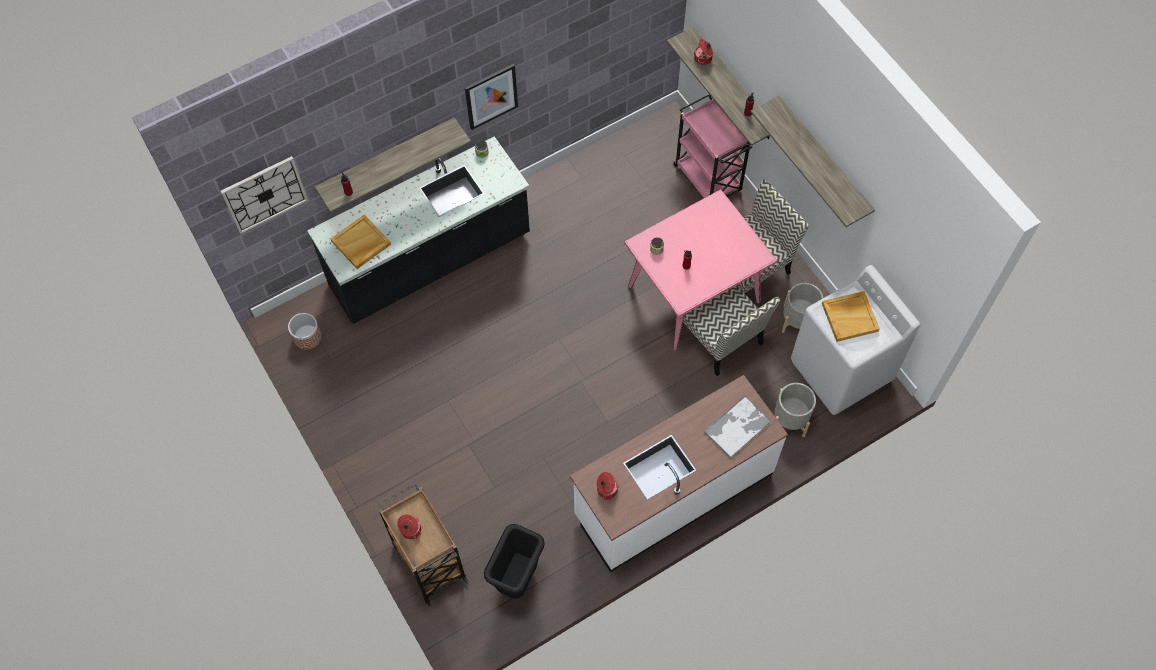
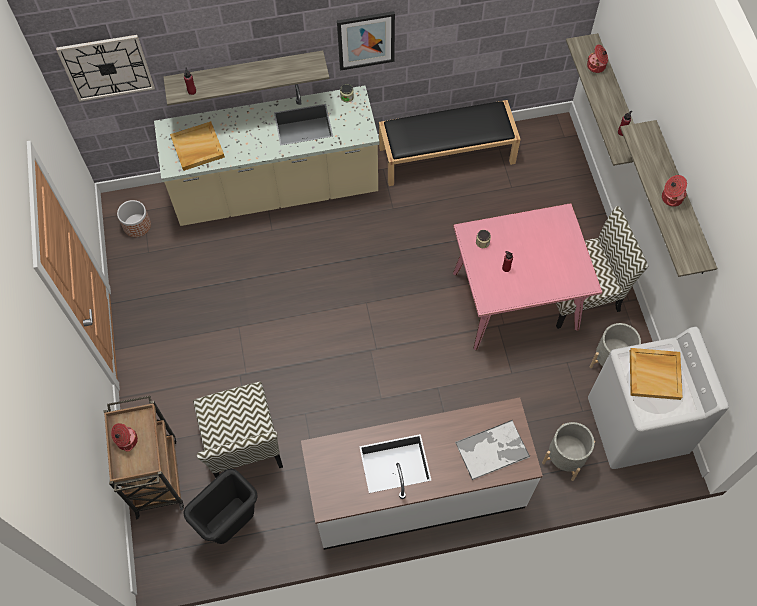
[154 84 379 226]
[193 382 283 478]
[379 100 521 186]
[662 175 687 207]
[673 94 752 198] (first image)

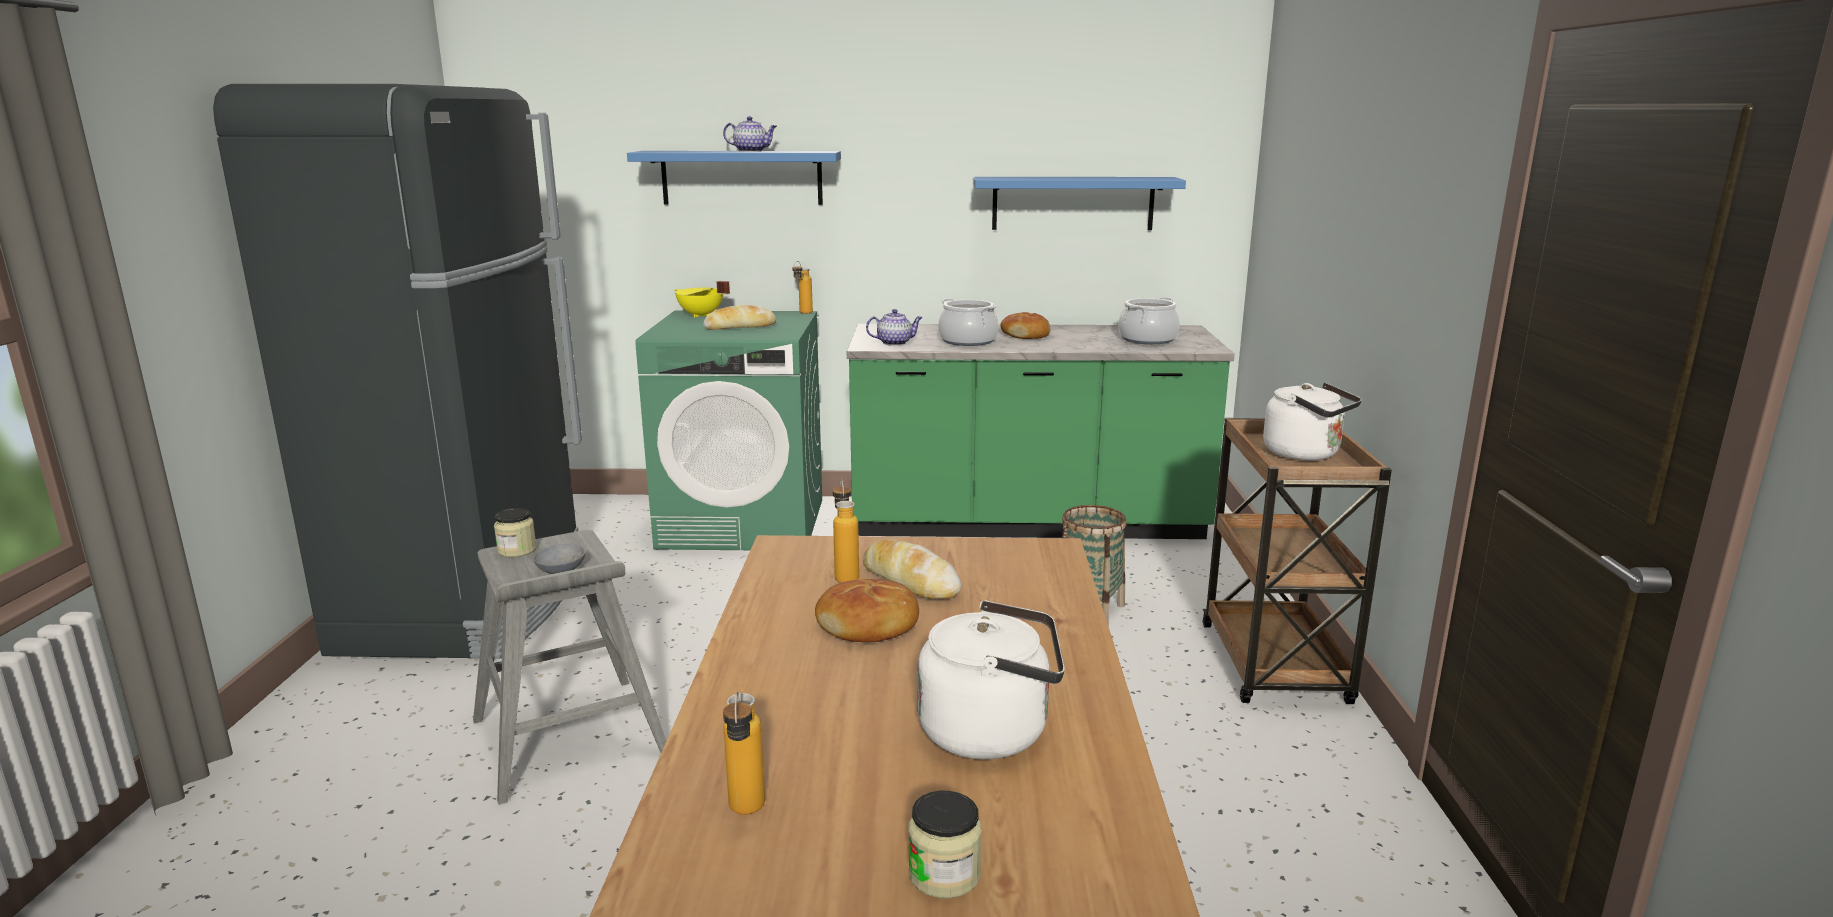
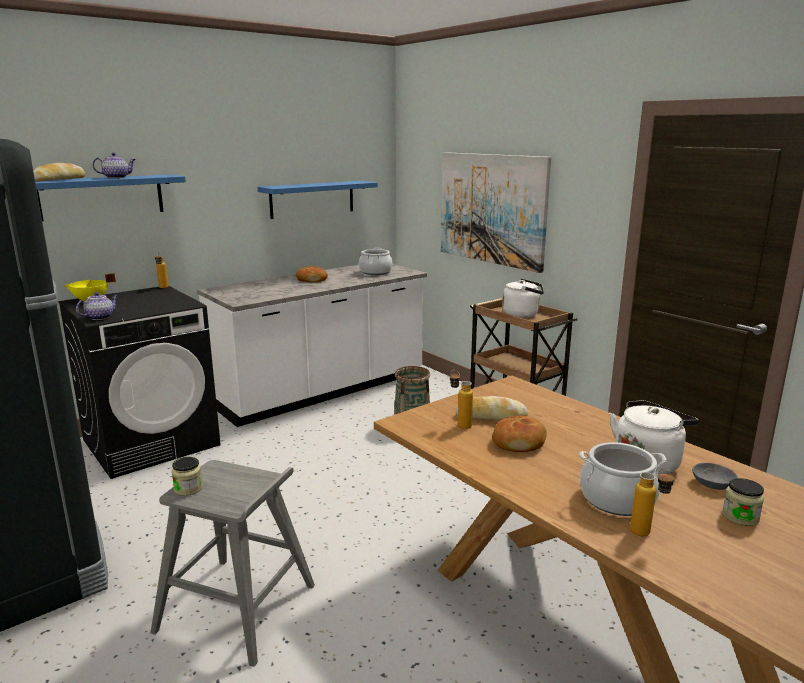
[33 163 85 182]
[58 286 220 479]
[76 292 118 320]
[197 264 427 427]
[441 152 551 273]
[579 442 667 516]
[692 463 738 490]

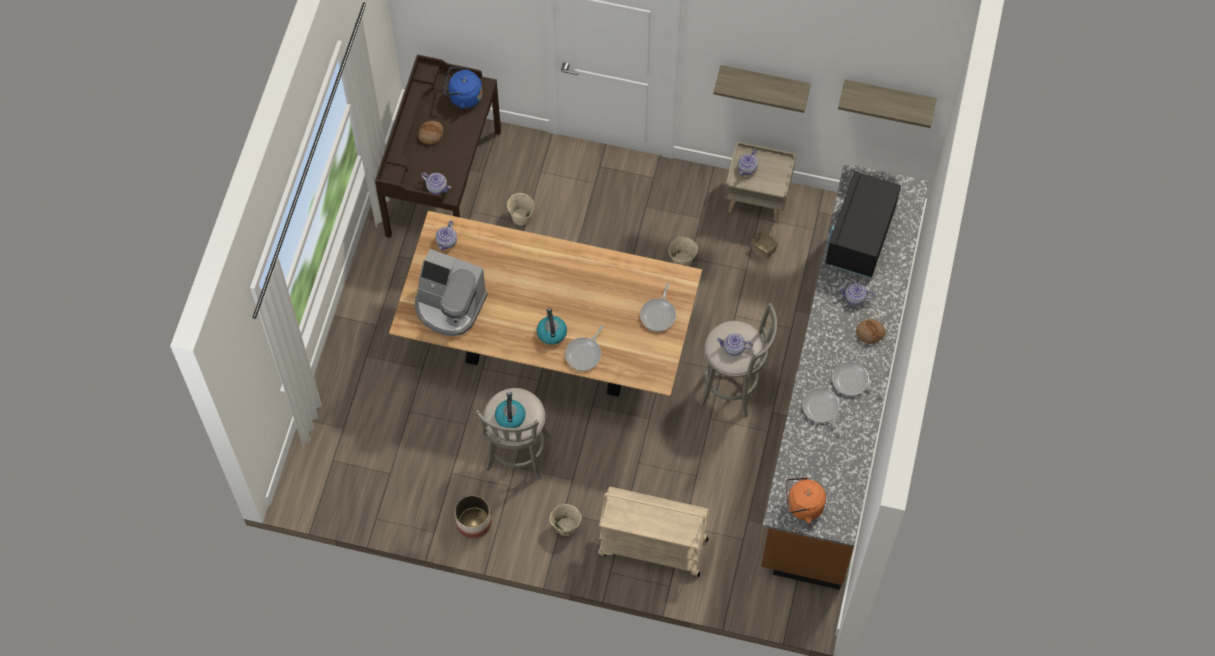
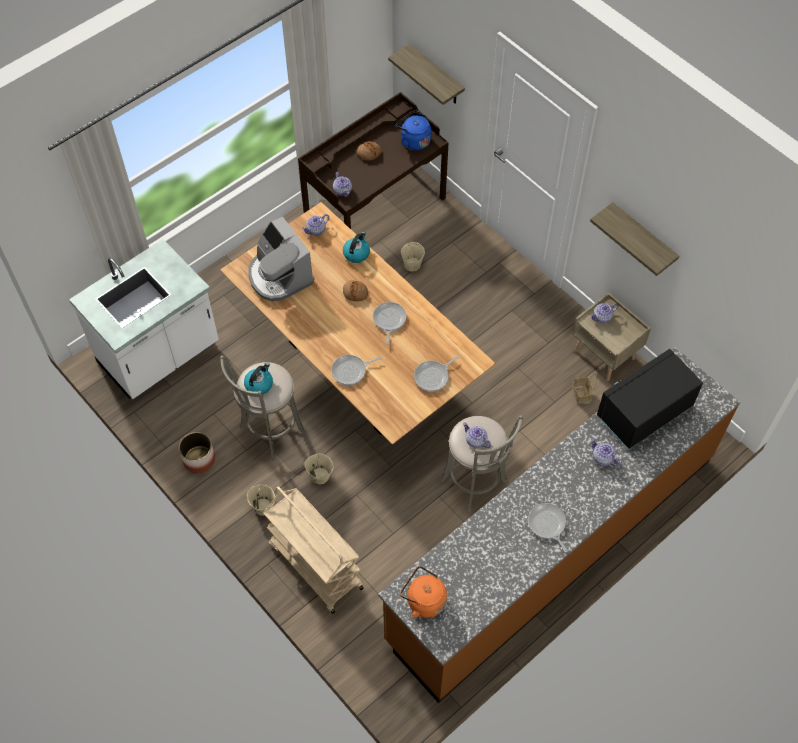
[69 239 219 399]
[304 453 333 484]
[343 232 370 263]
[343 280 368 301]
[373 302 406 344]
[388 44 465 105]

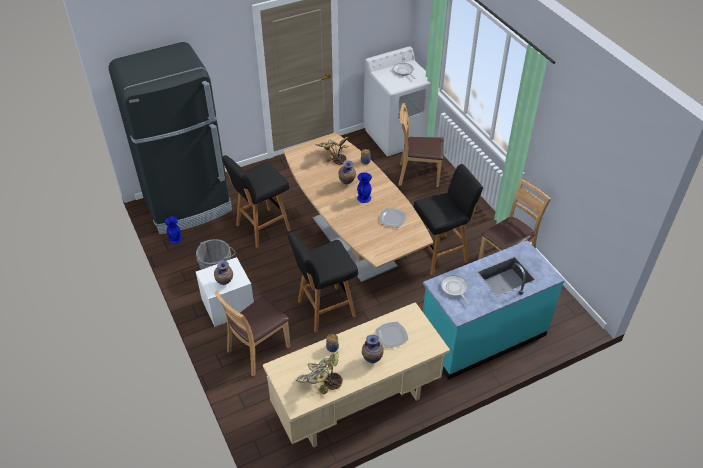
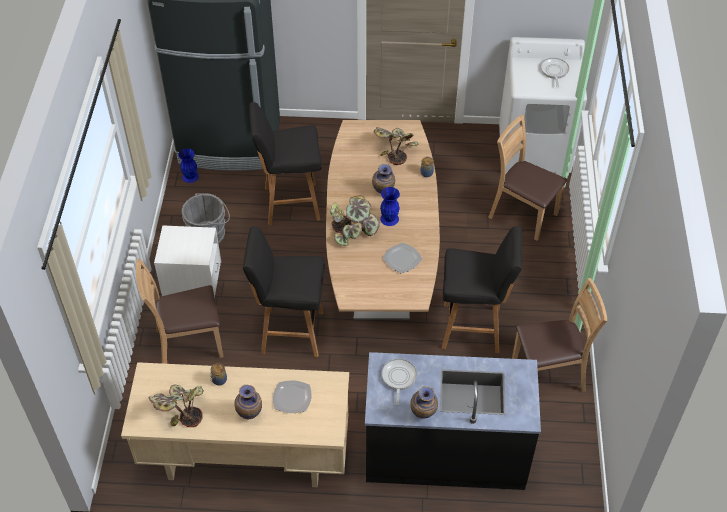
[330 195 380 246]
[365 352 541 490]
[410 386 438 419]

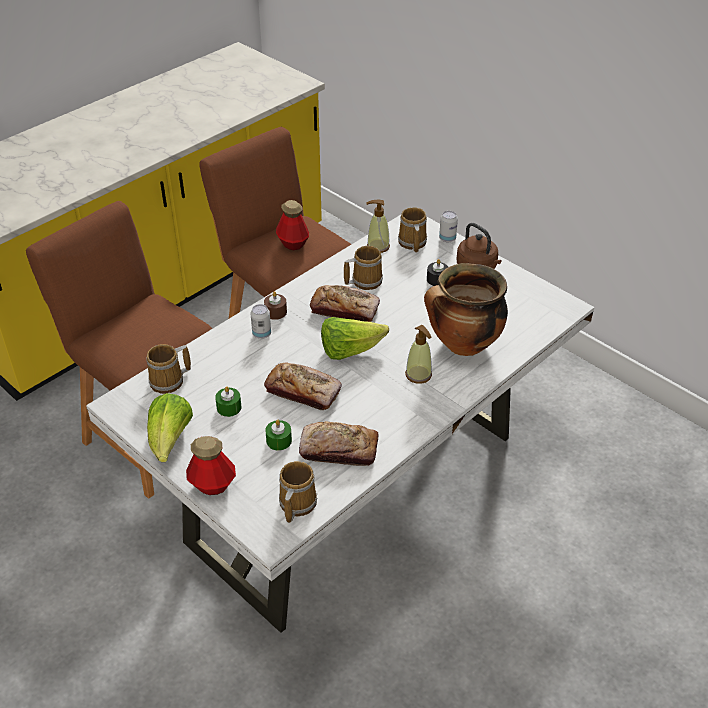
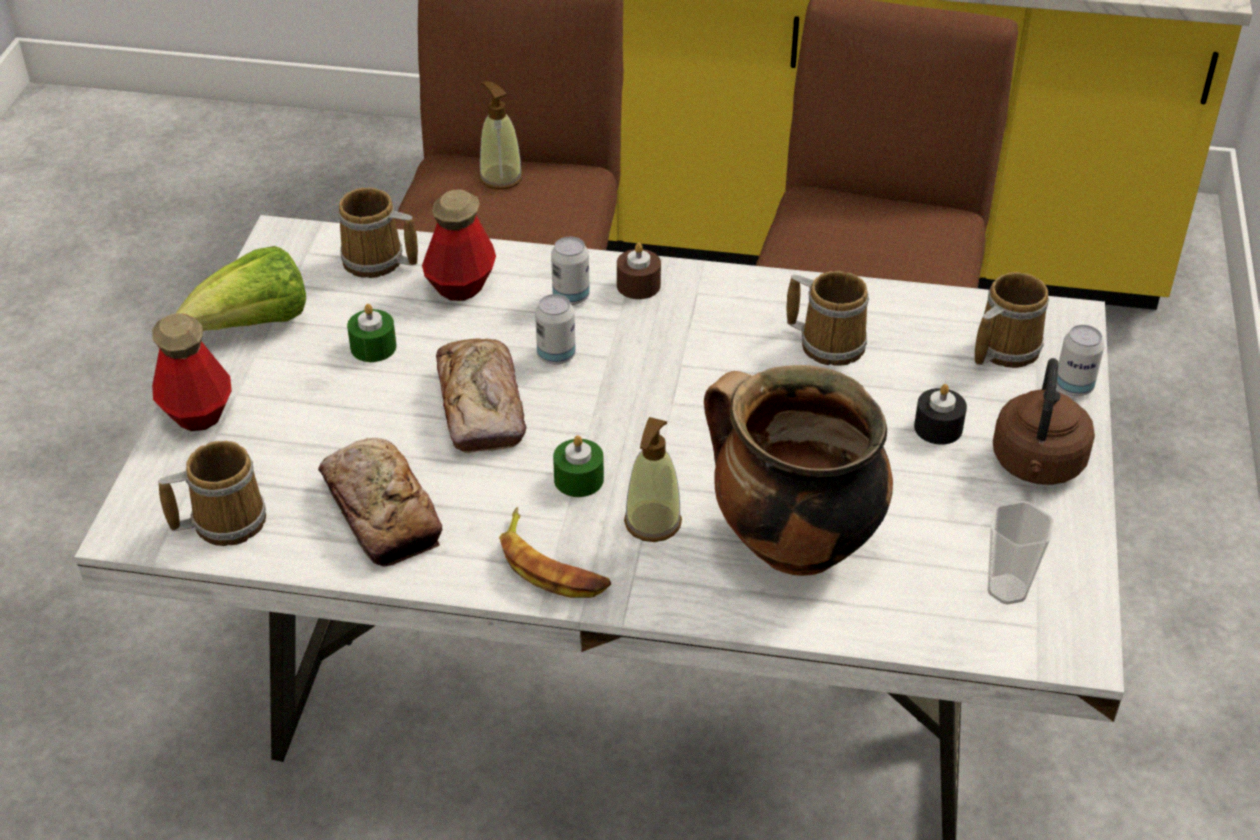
[422 189 496 301]
[479 81 523 190]
[499 507 611 598]
[535 294 576 365]
[553 435 604 497]
[987 501 1053 605]
[310 285 380 322] (first image)
[321 317 389 360] (first image)

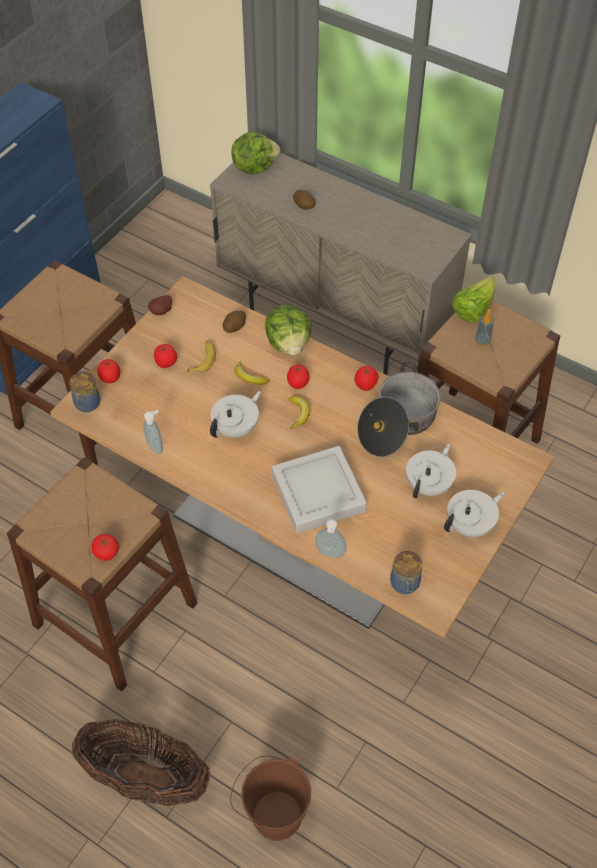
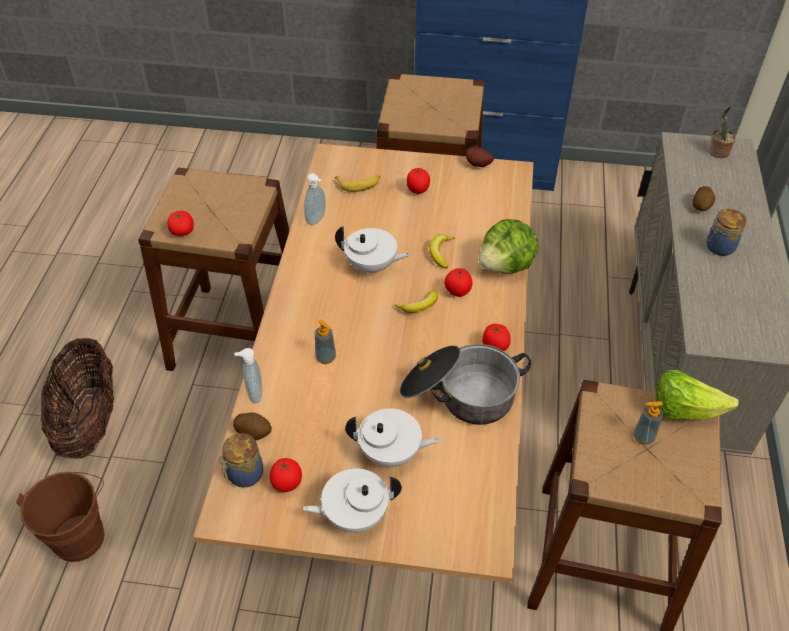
[233 412 272 440]
[270 458 302 492]
[303 468 402 533]
[315 319 336 364]
[335 175 380 192]
[707 209 746 256]
[708 106 736 158]

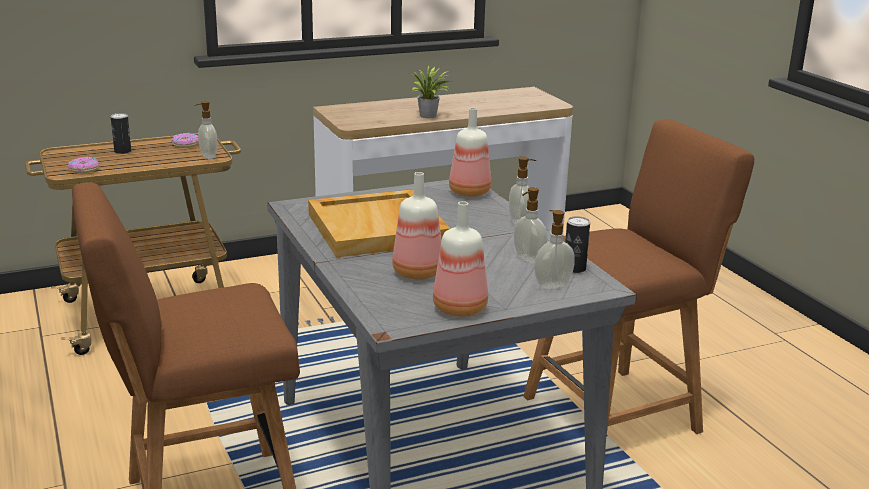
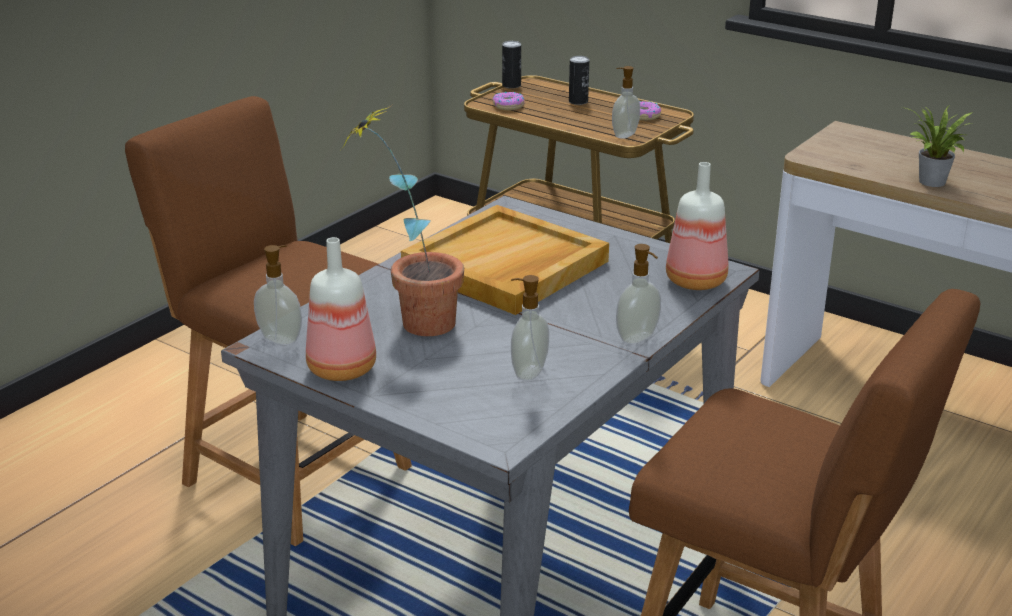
[254 245 302 345]
[343 104 464 336]
[502 41 521 88]

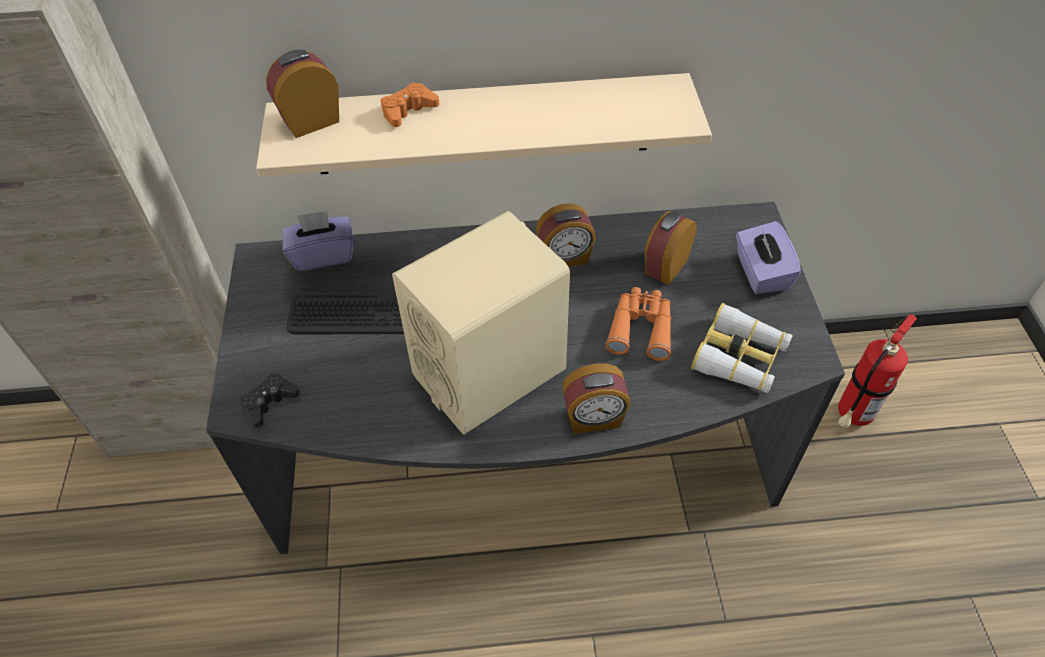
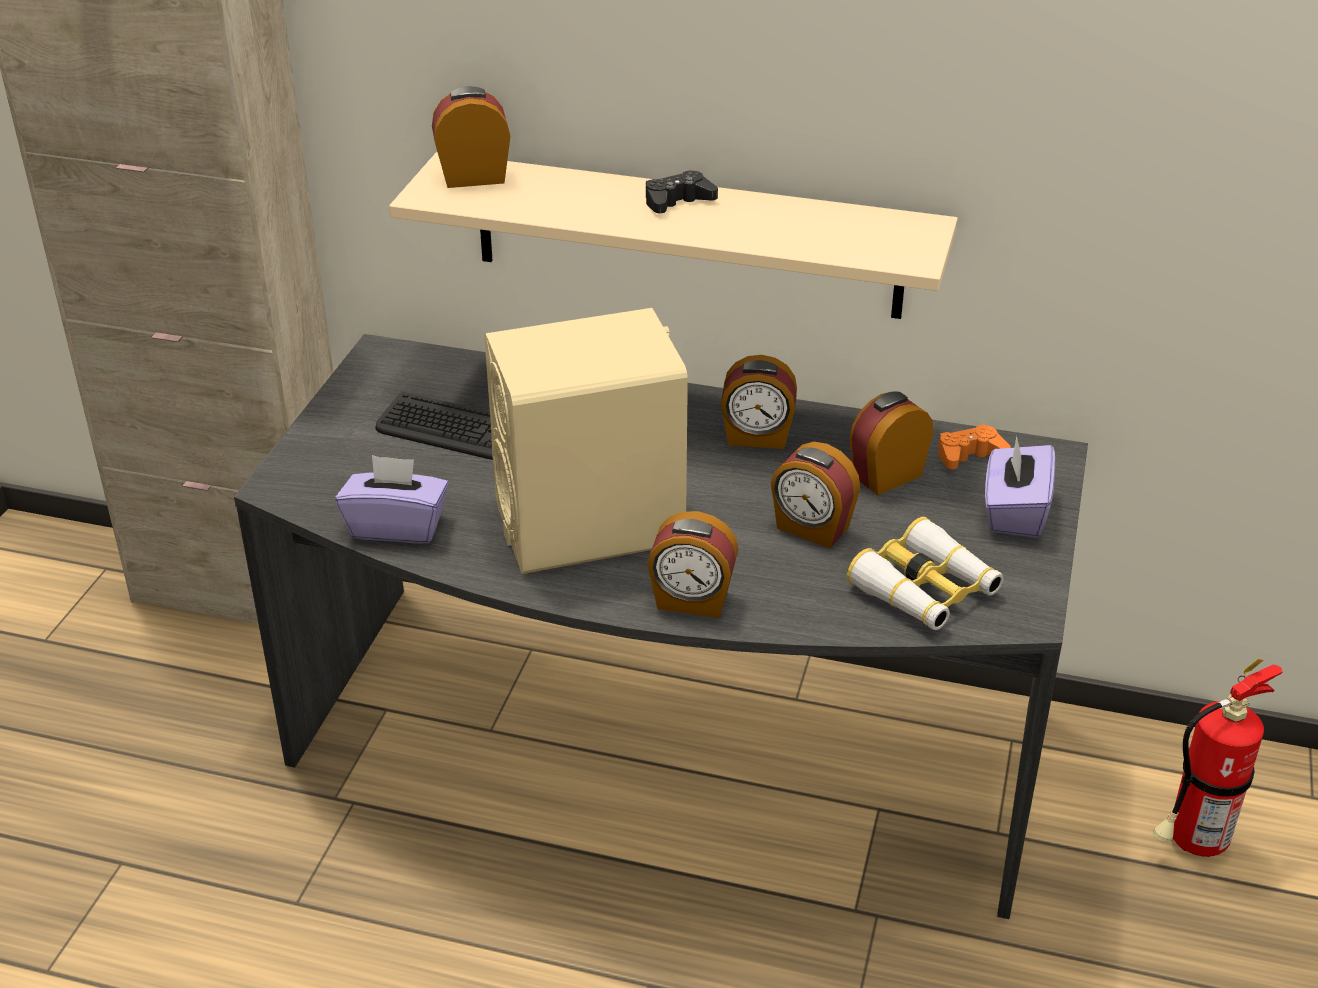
[335 455 449 543]
[646 170 718 213]
[771 442 860 549]
[938 424 1011 469]

